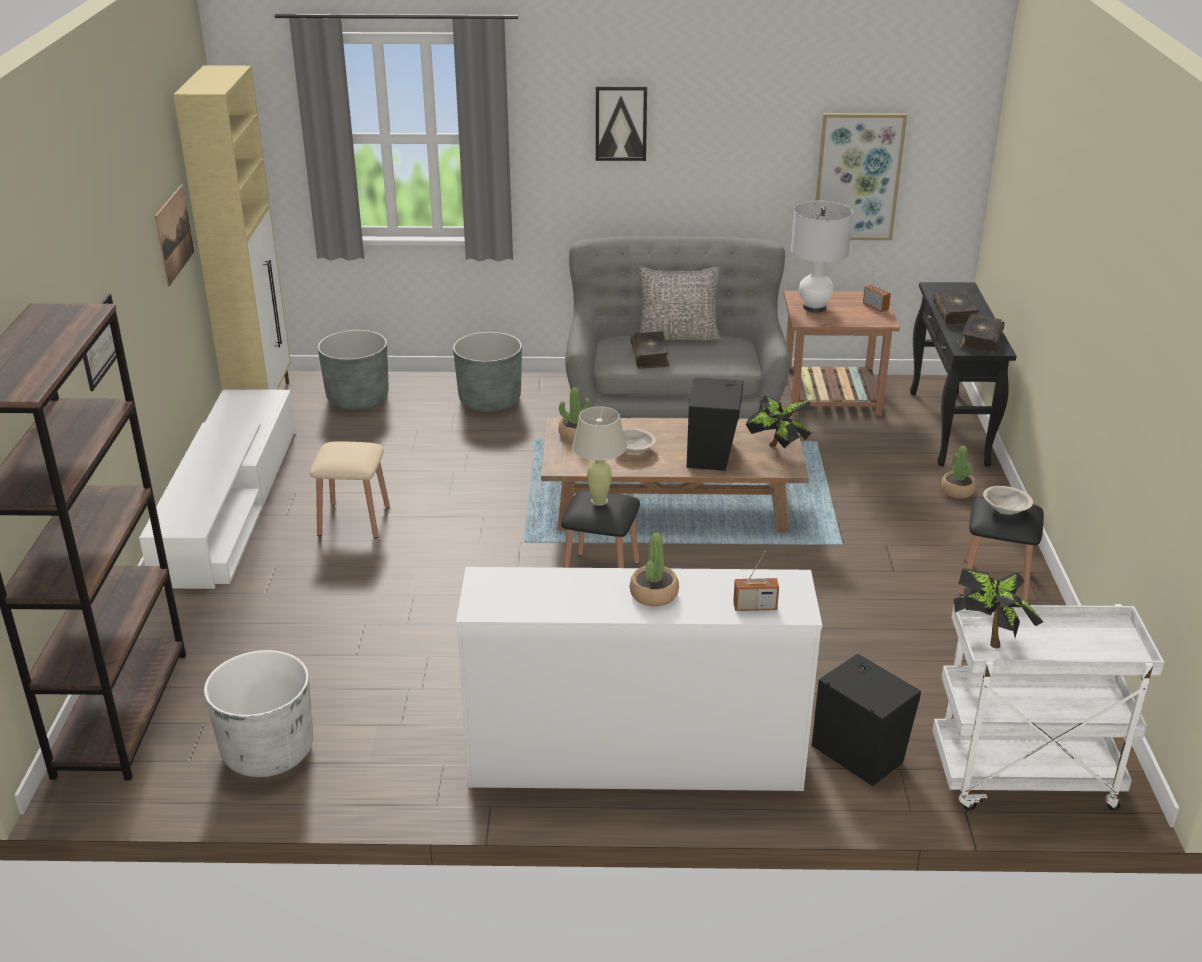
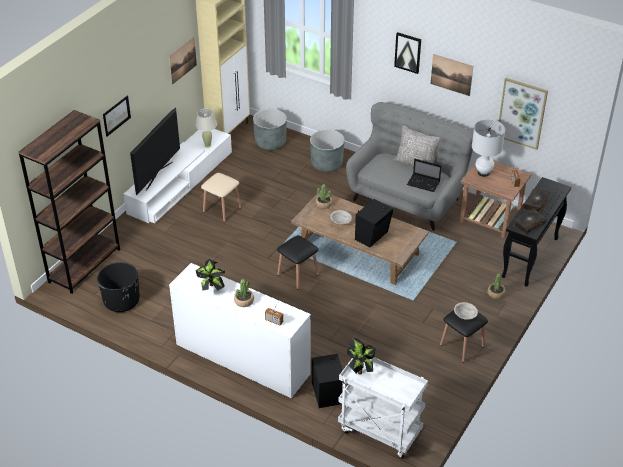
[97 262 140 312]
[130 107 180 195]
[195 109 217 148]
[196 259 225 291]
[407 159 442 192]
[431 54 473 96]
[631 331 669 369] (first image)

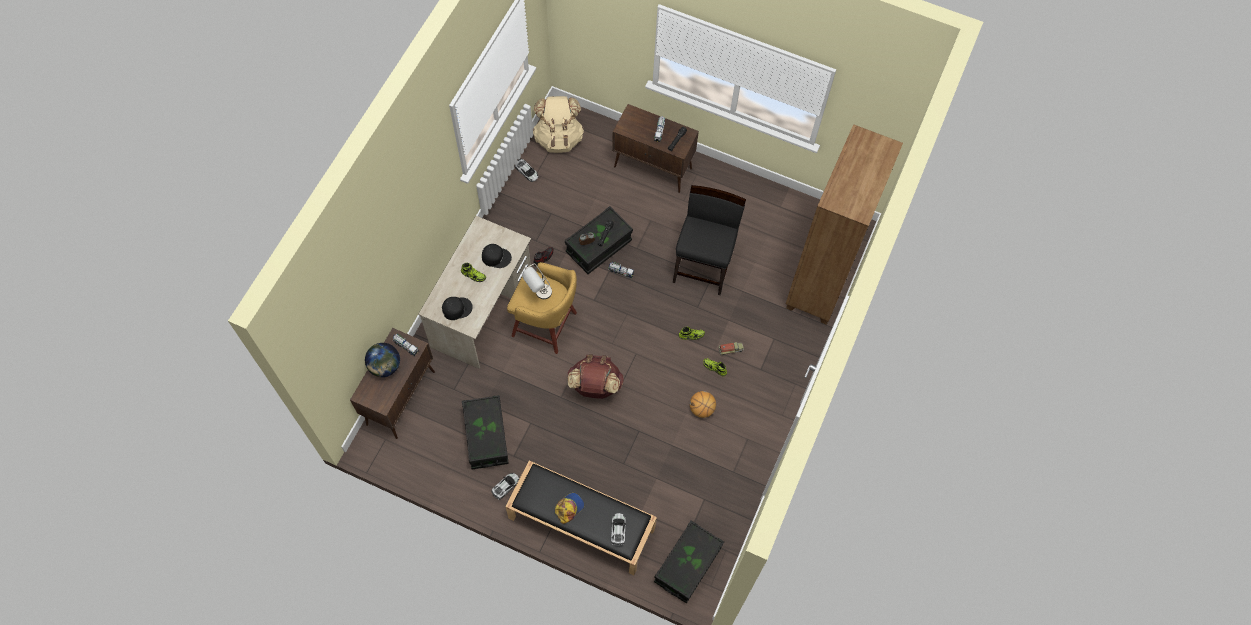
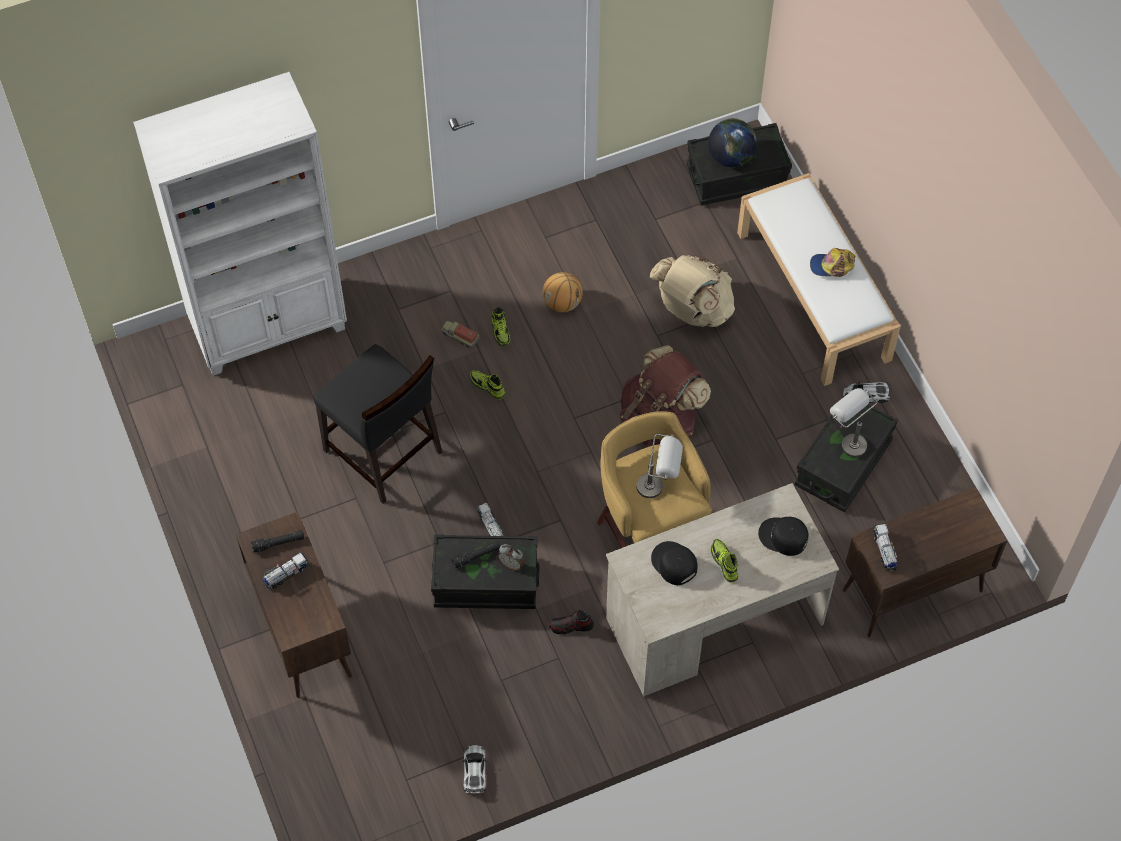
[133 72 347 376]
[313 344 442 504]
[650 255 735 327]
[708 118 757 167]
[737 173 901 386]
[830 388 878 457]
[611 513 627 546] (first image)

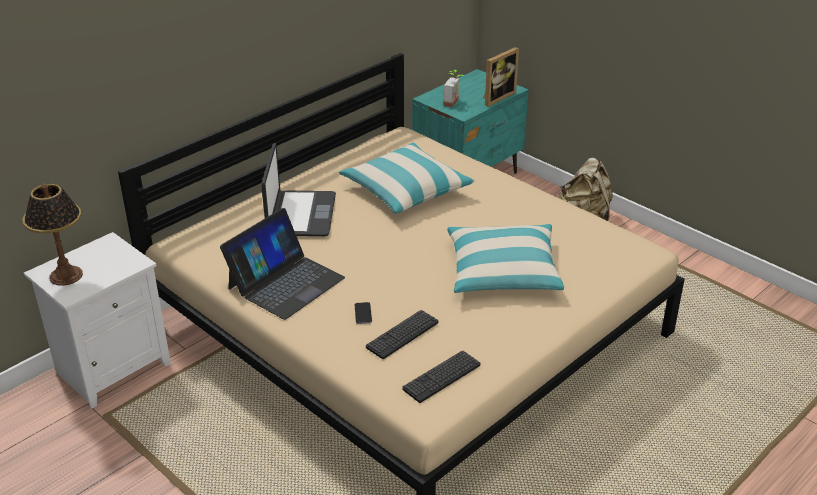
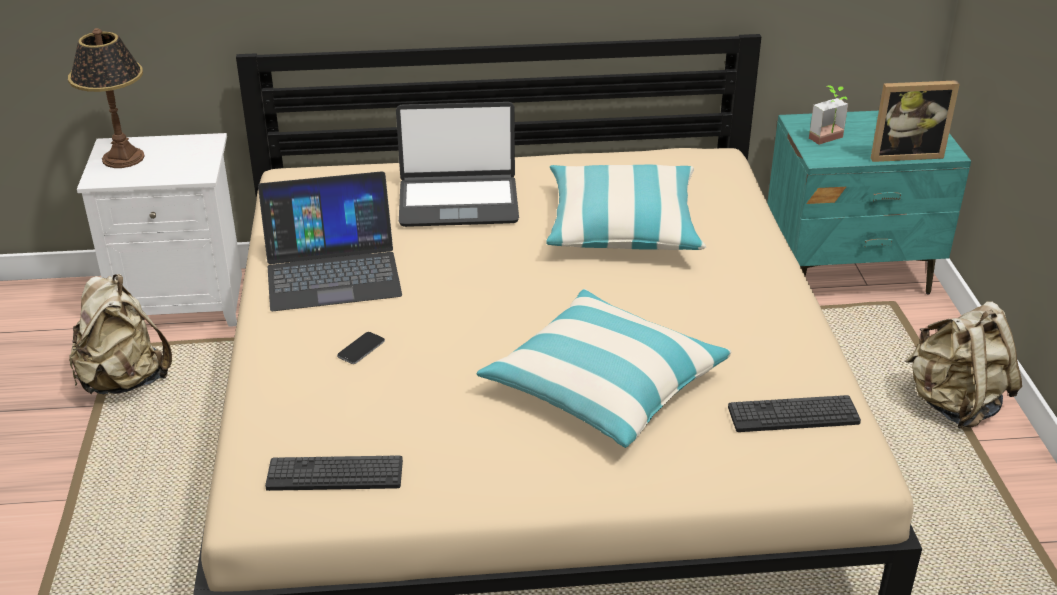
[69 274 172 395]
[396 102 519 227]
[728 395 861 432]

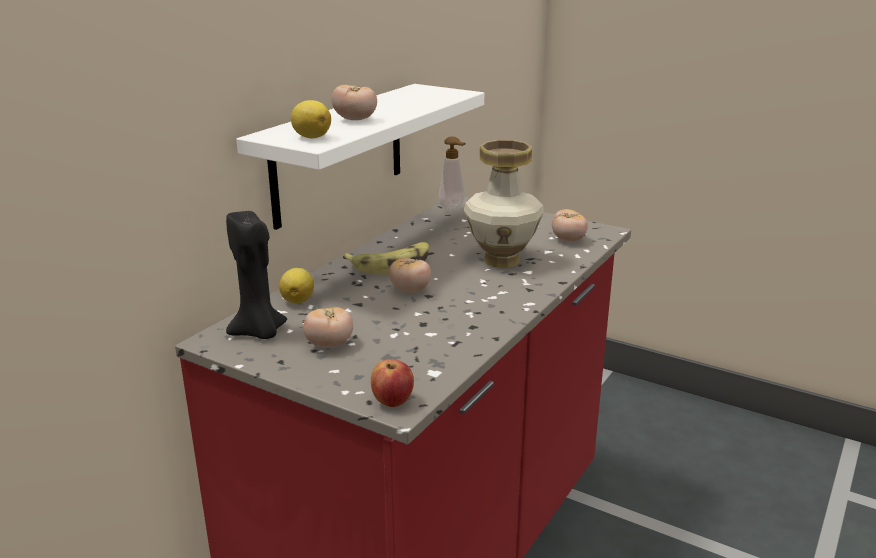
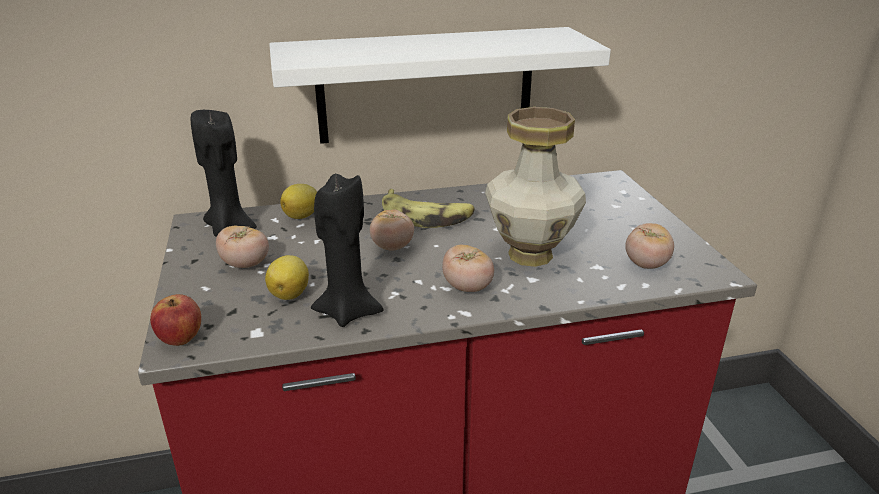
[265 255 309 300]
[311 174 384 327]
[442 245 494 292]
[439 136 466 210] (first image)

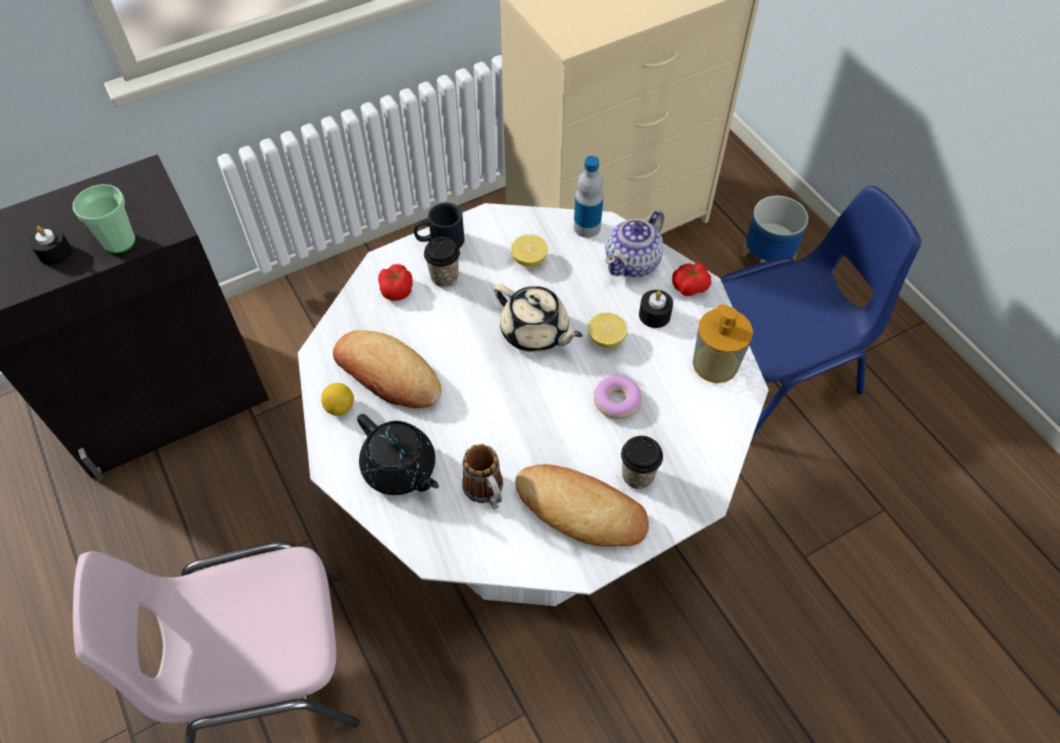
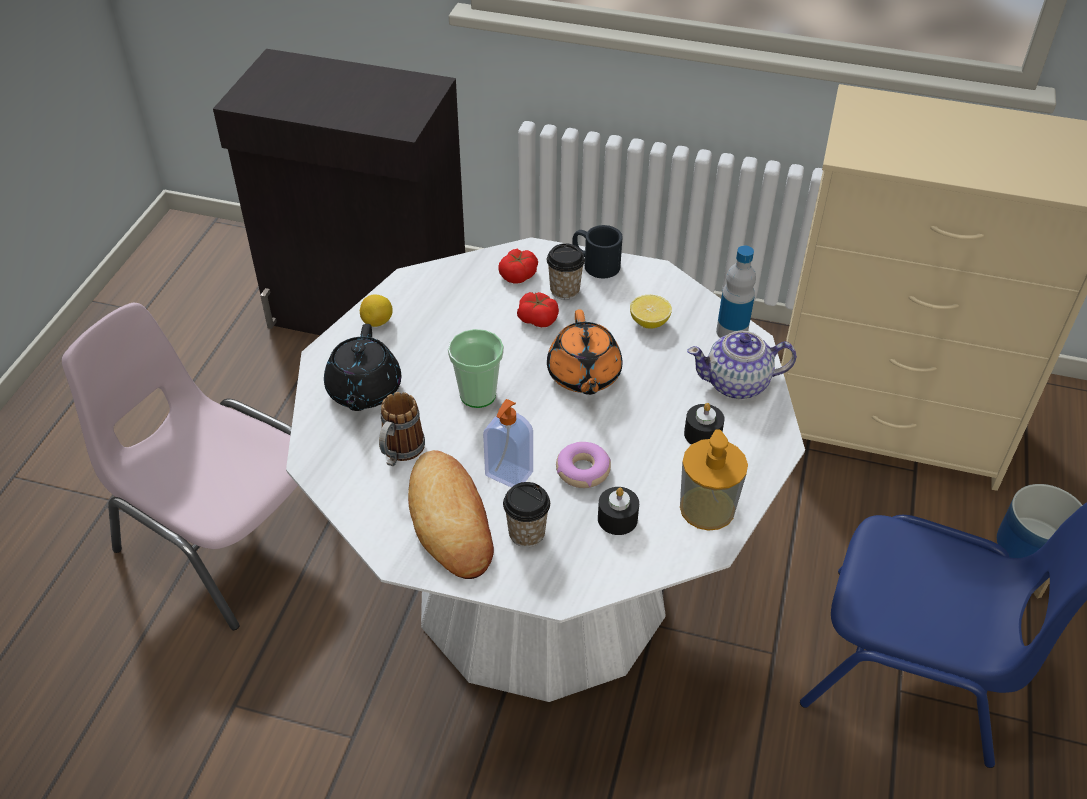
[448 329 504 408]
[483 399 533 488]
[517 292 559 327]
[547 309 622 395]
[598 487 639 535]
[333 330 441 408] (first image)
[588 312 627 348] (first image)

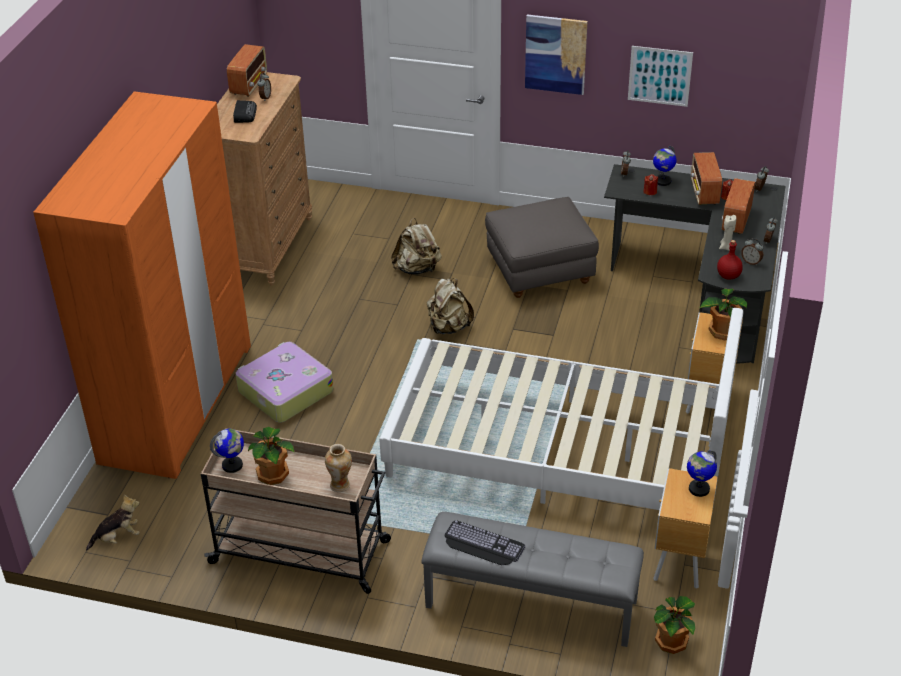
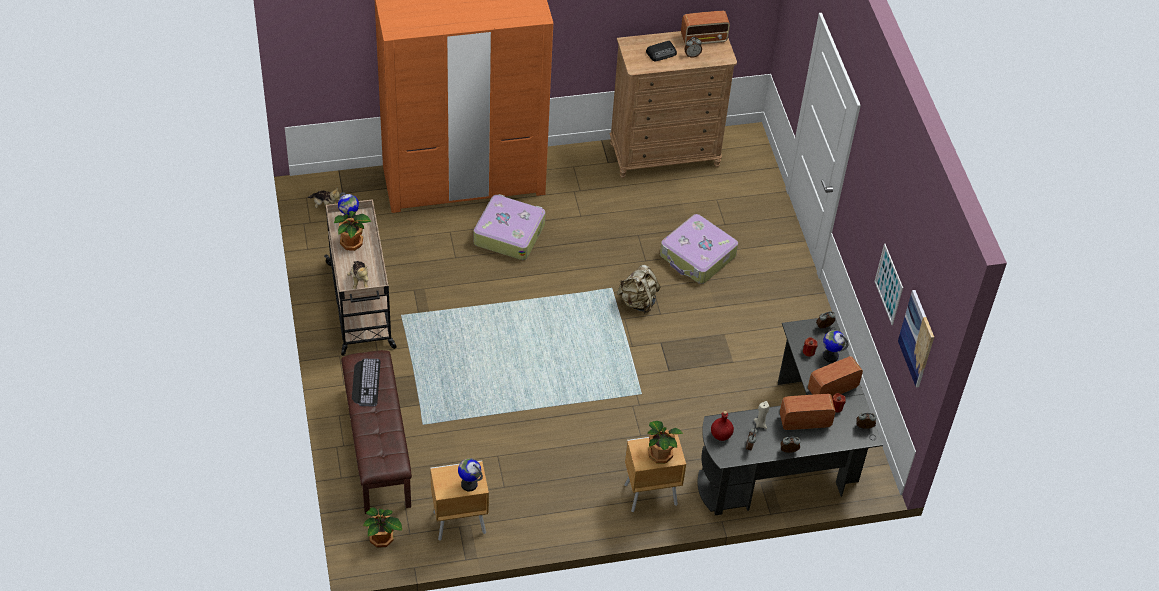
[341 350 412 514]
[347 261 368 289]
[660 214 738 284]
[898 290 934 387]
[379 308 744 518] (first image)
[485 197 599 298] (first image)

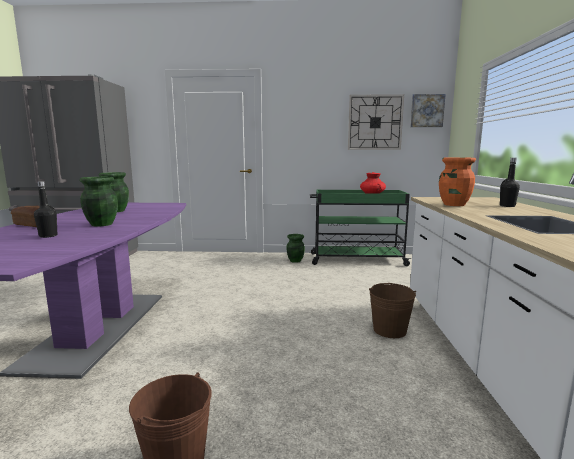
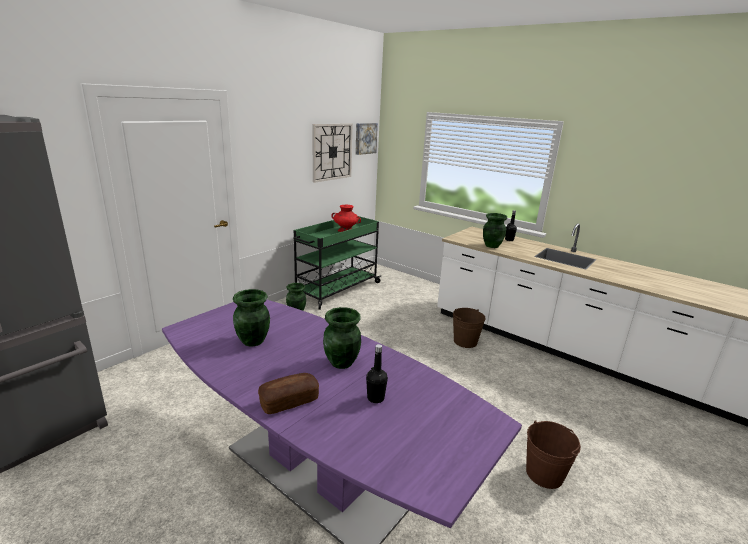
[483 213 507 248]

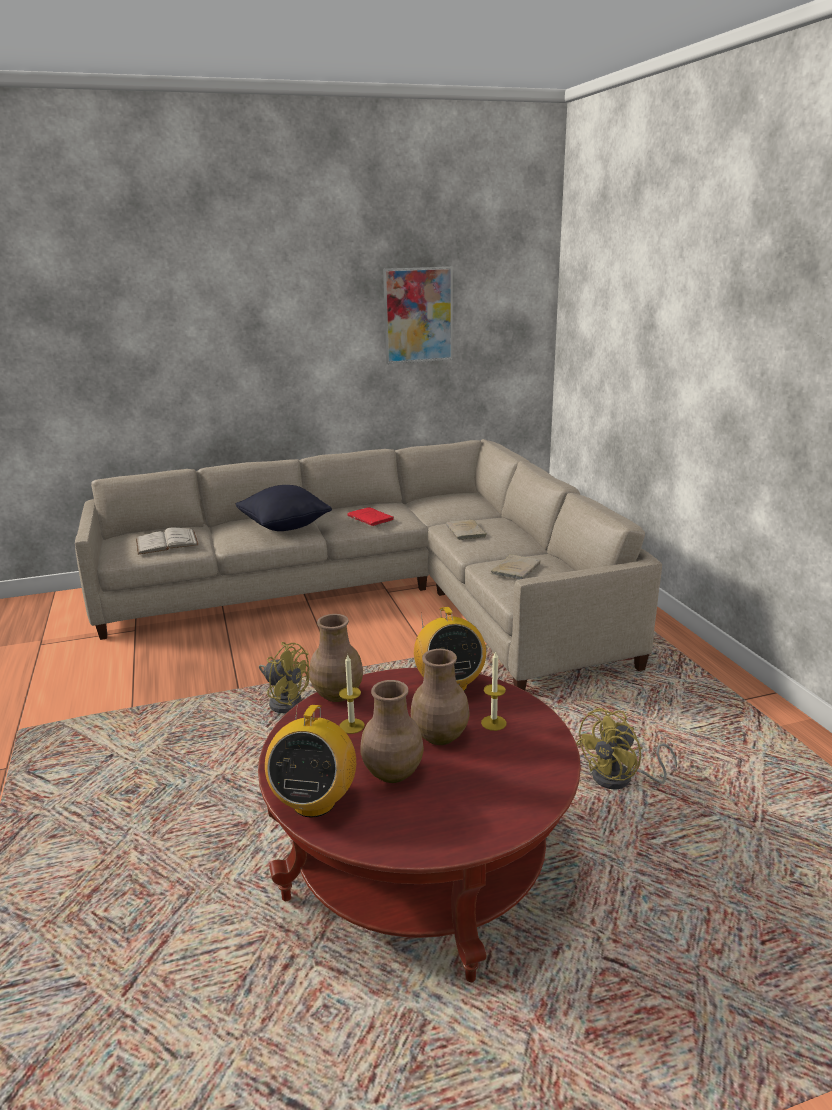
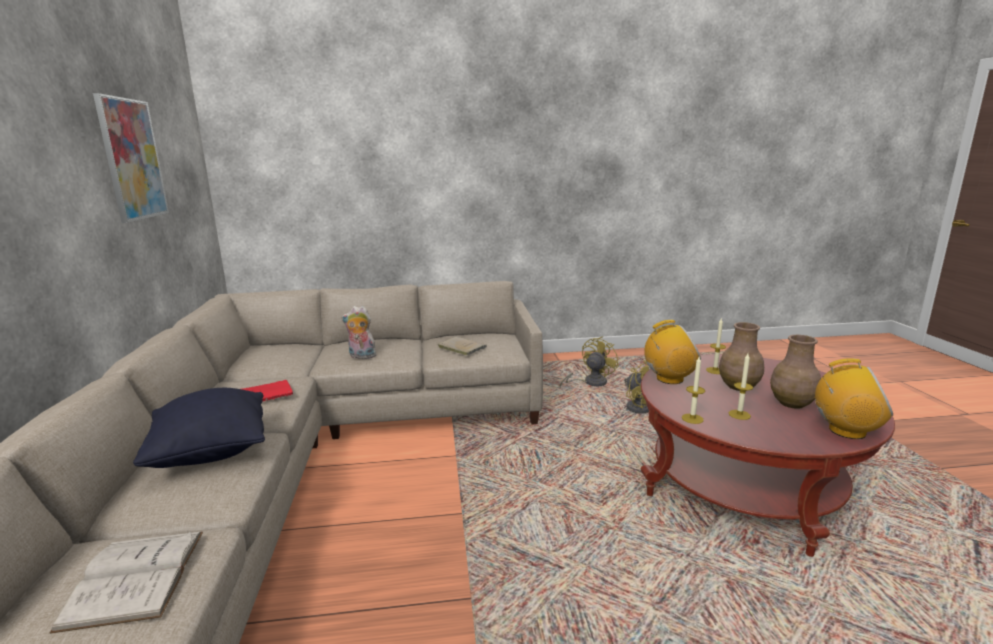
[341 306 378 359]
[559 337 619 387]
[682 357 705 424]

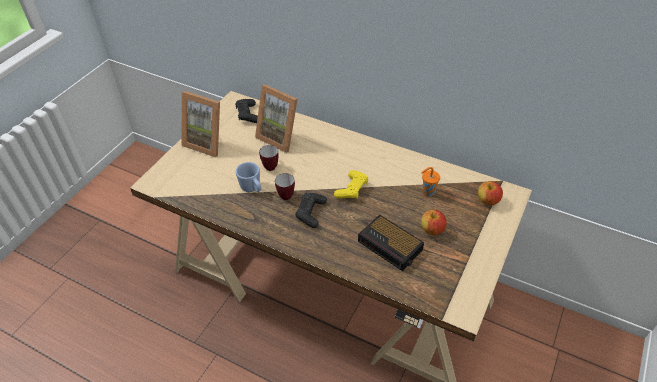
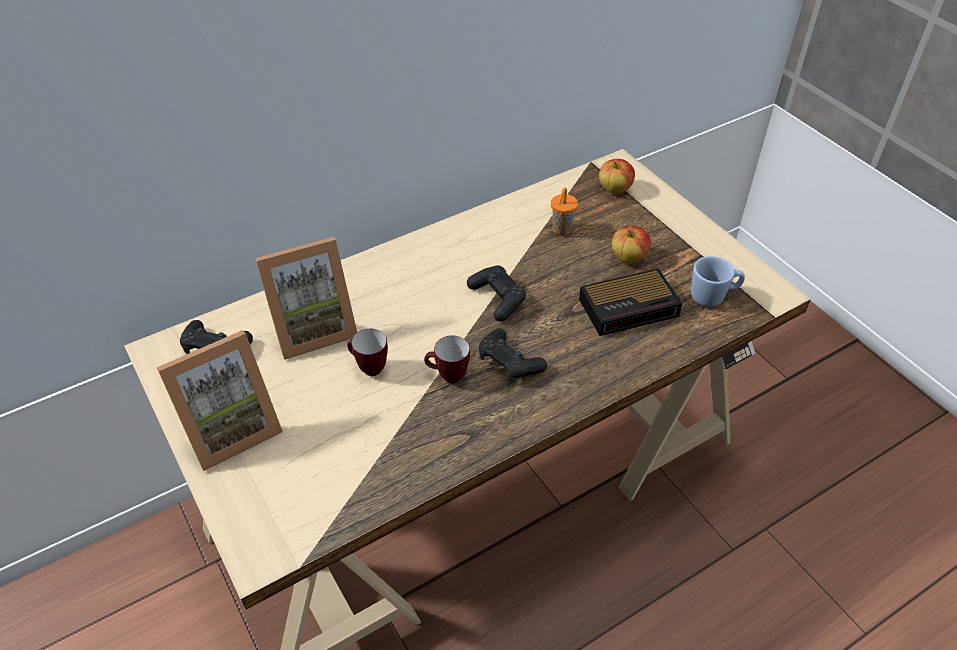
[467 265 526 322]
[691 256 745 307]

